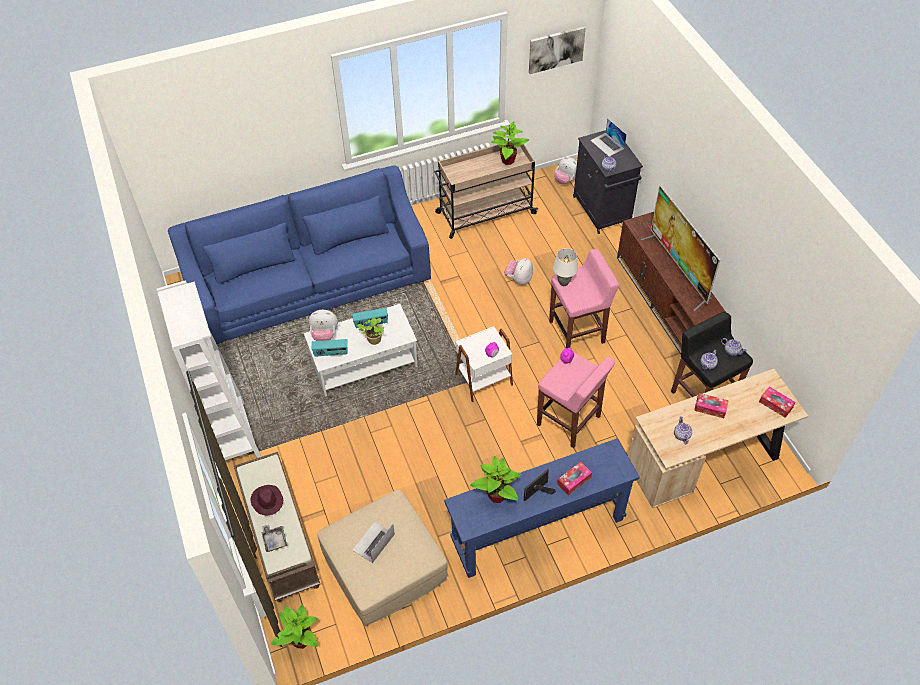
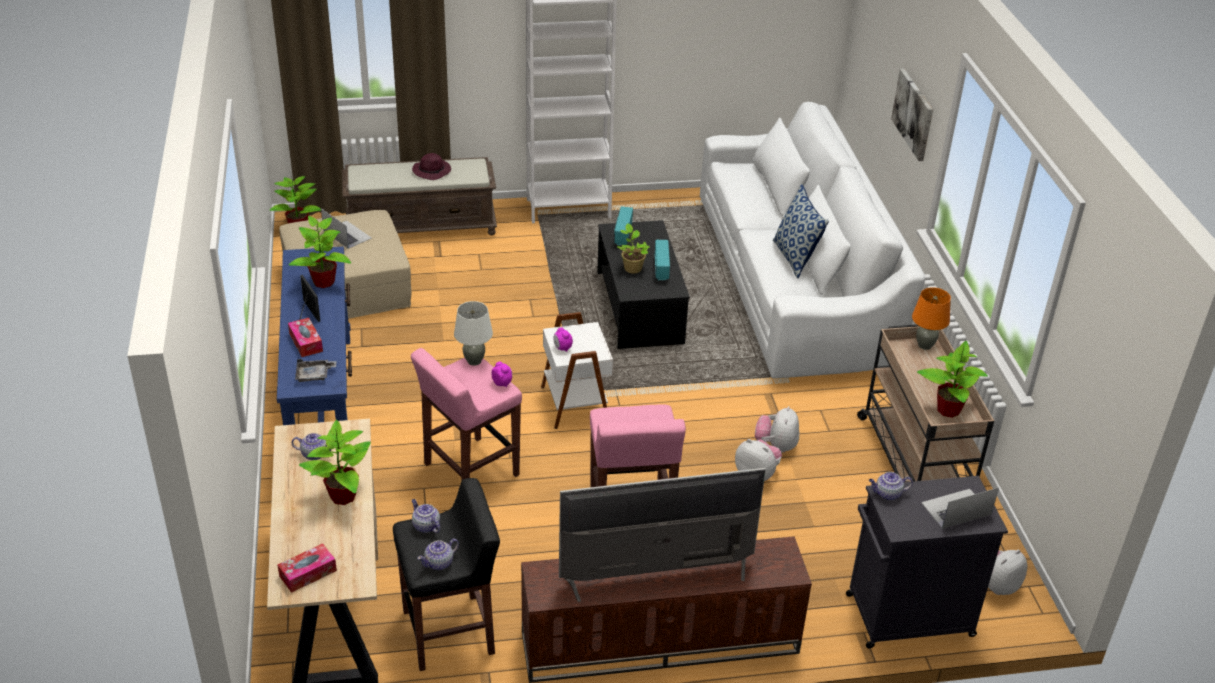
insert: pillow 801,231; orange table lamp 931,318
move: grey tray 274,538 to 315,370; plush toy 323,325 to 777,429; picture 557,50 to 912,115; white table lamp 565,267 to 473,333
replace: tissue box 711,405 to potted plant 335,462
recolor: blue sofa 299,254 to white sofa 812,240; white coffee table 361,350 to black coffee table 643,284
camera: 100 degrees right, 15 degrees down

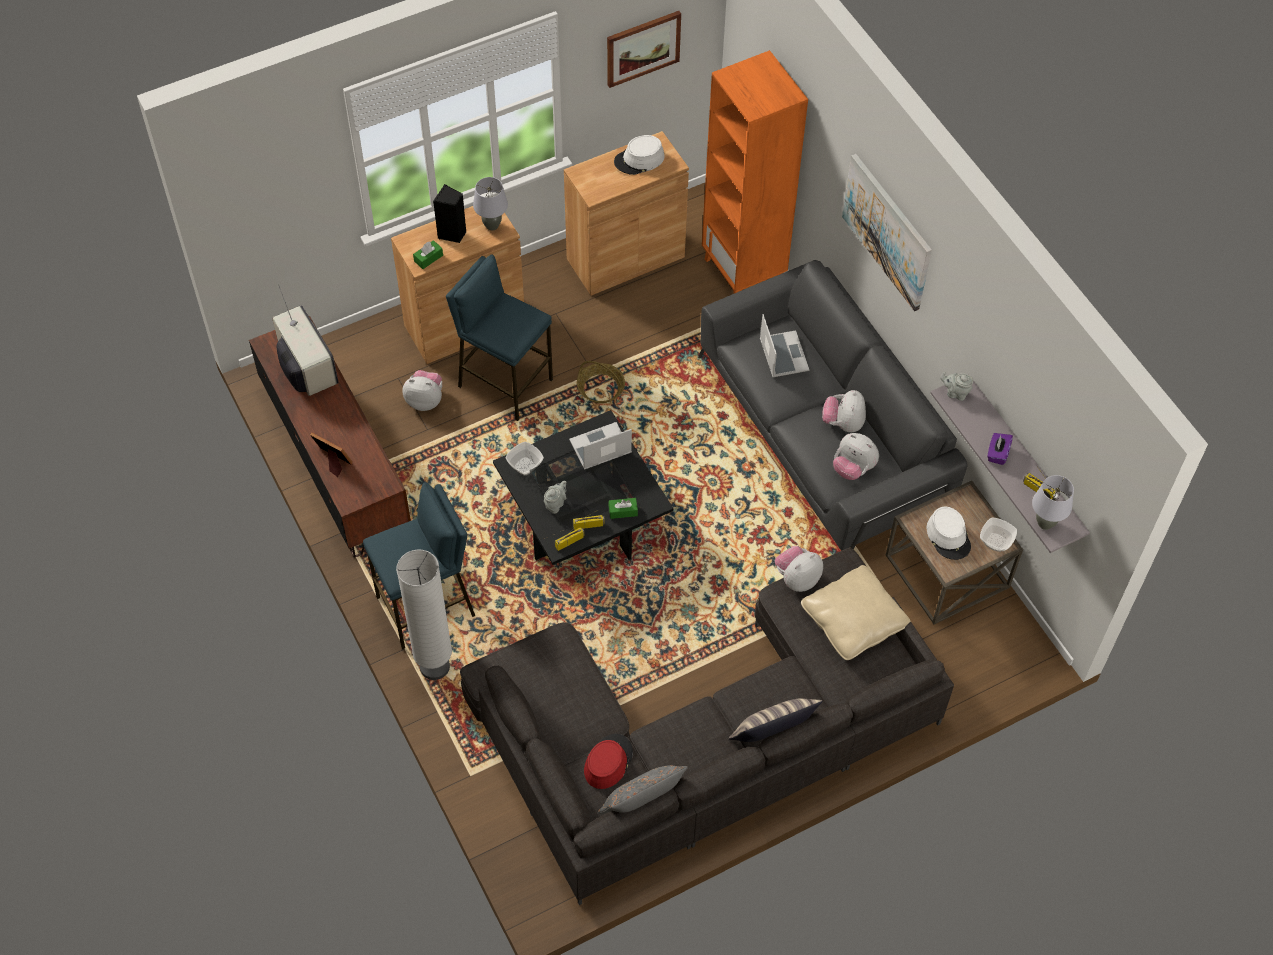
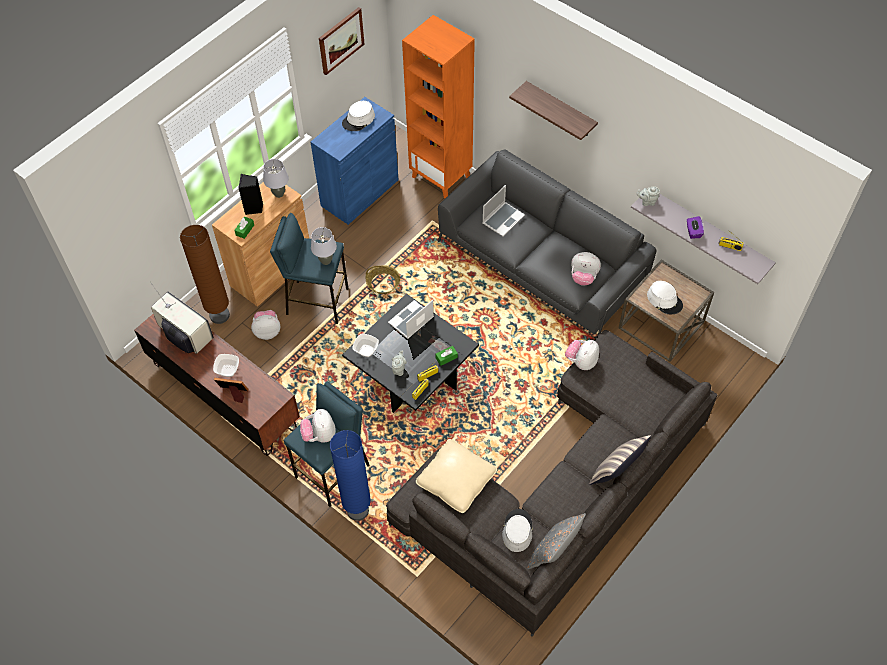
insert: brown floor lamp 205,274
move: beige pillow 855,612 to 456,476; plush toy 844,411 to 318,426; bowl 998,534 to 226,365; grey table lamp 1053,502 to 324,246
replace: picture 887,232 to shelf 553,110
recolor: white floor lamp 424,615 to blue floor lamp 350,475; brown cabinet 626,213 to blue cabinet 355,161; red hat 608,761 to grey hat 517,530
rotate: laptop 784,345 = 504,210 75 degrees clockwise
camera: 20 degrees left, 0 degrees up

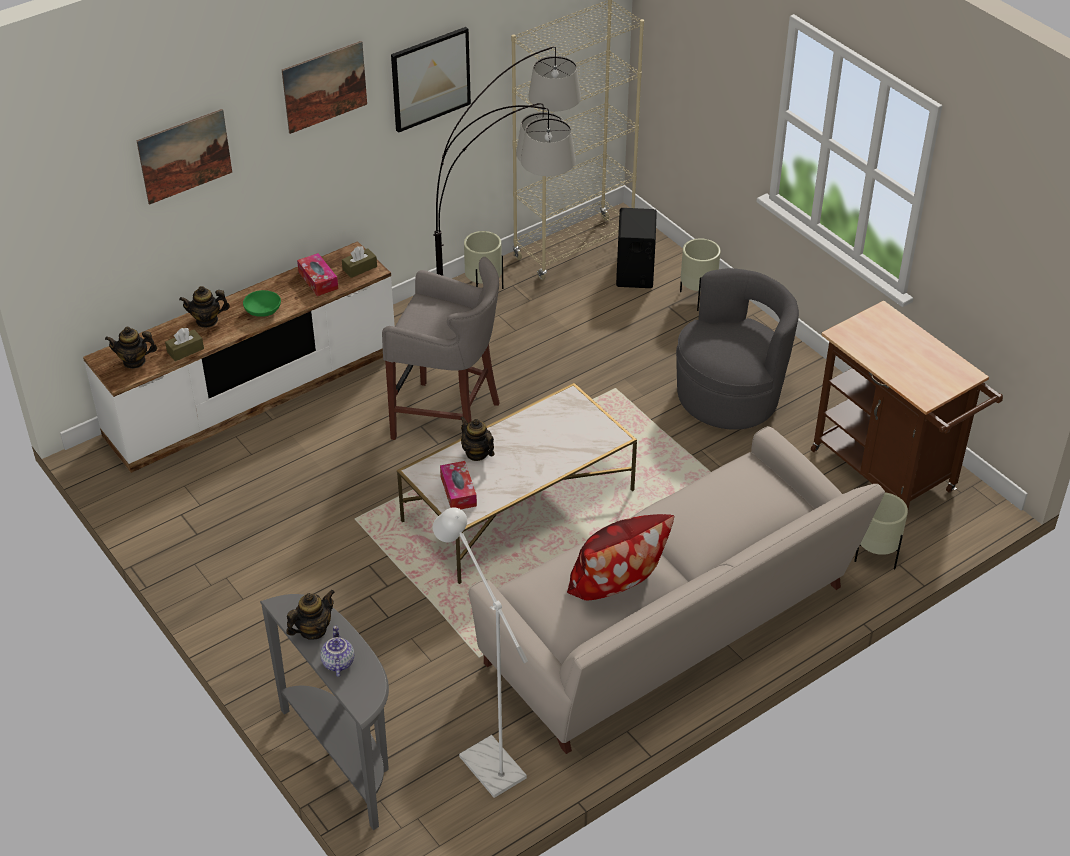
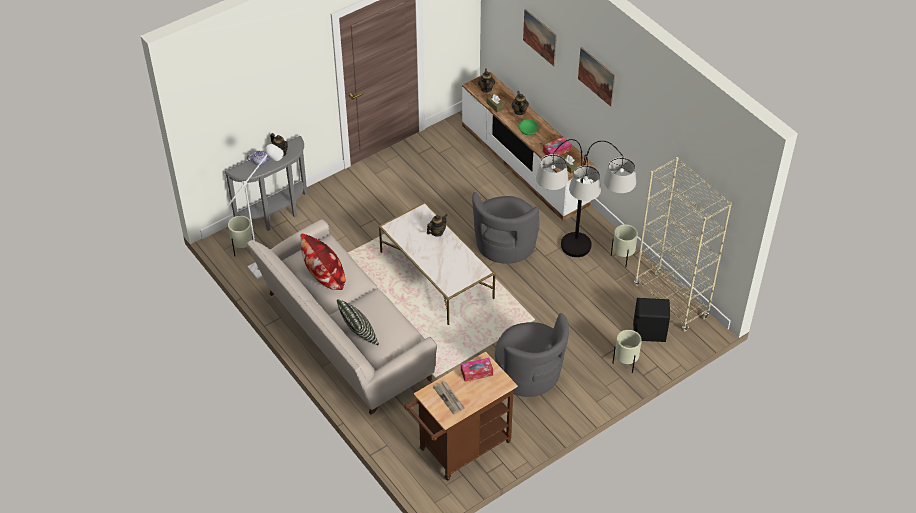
delete: picture 431,80
insert: pillow 358,322; newspaper 449,398
move: tissue box 458,485 to 477,370; beige planter 881,531 to 240,236
replace: grey stool 441,348 to grey armchair 506,228
camera: 90 degrees right, 5 degrees up

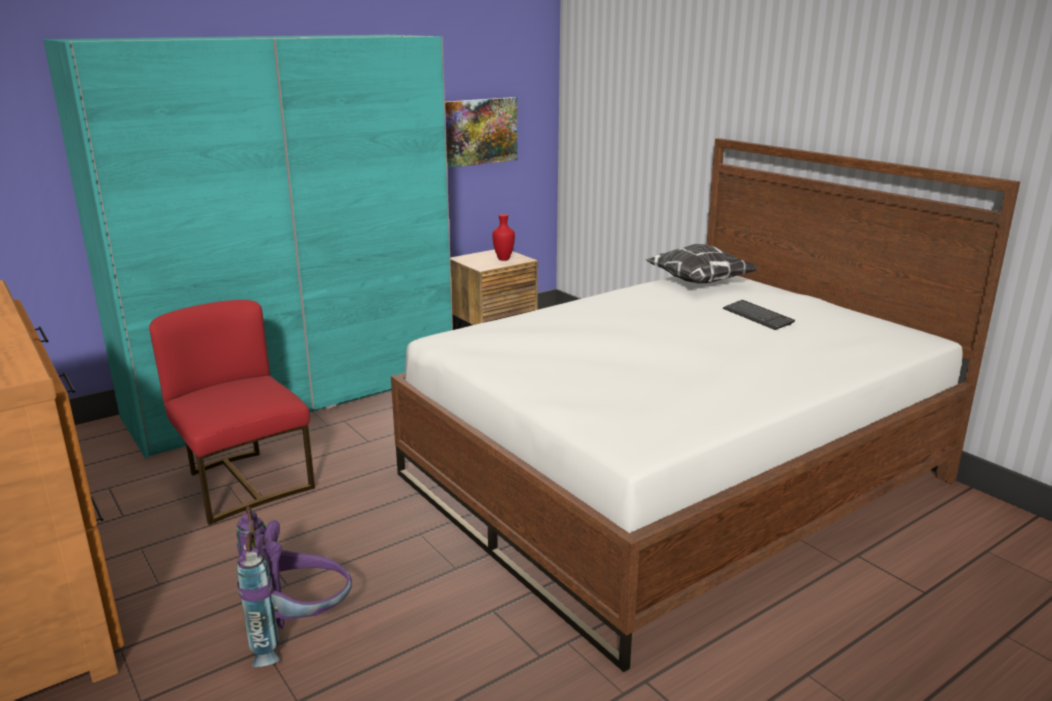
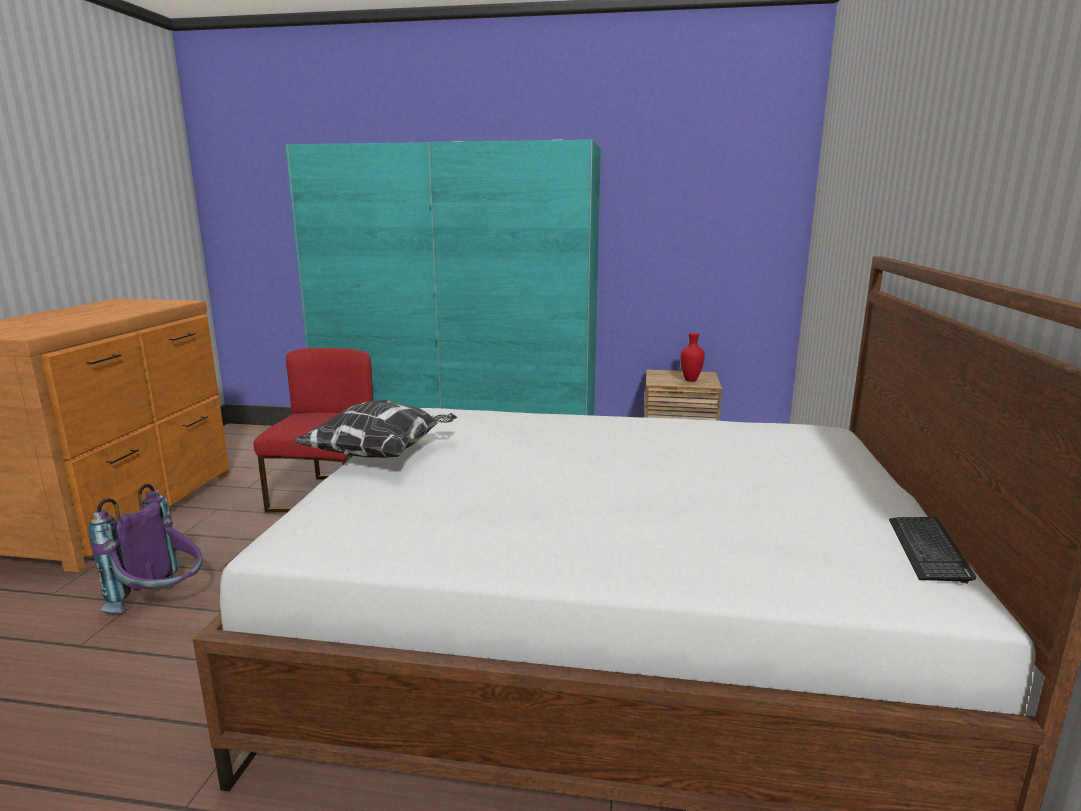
delete: picture 481,132
move: pillow 701,263 to 374,429; keyboard 759,315 to 932,550
camera: 45 degrees right, 5 degrees down

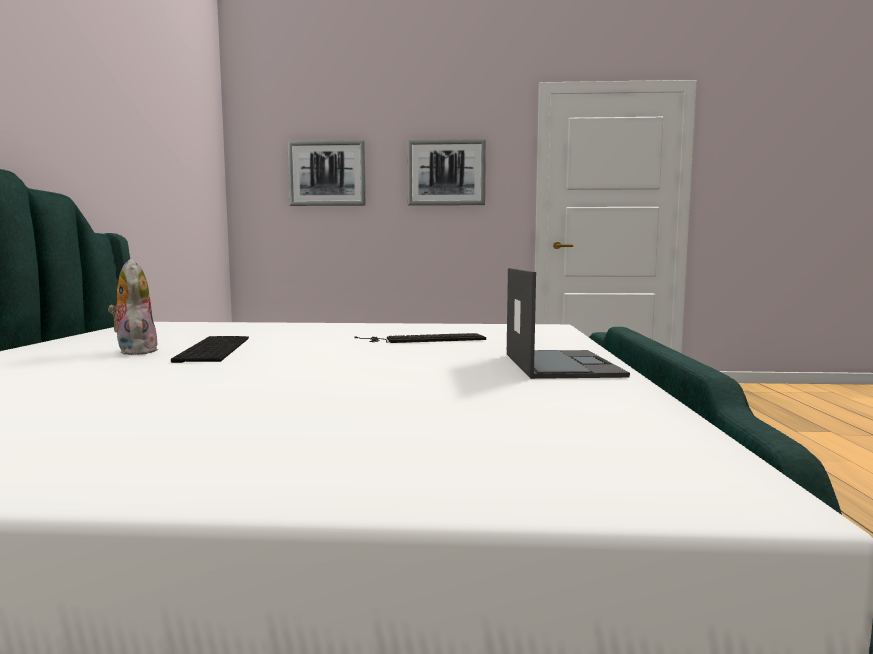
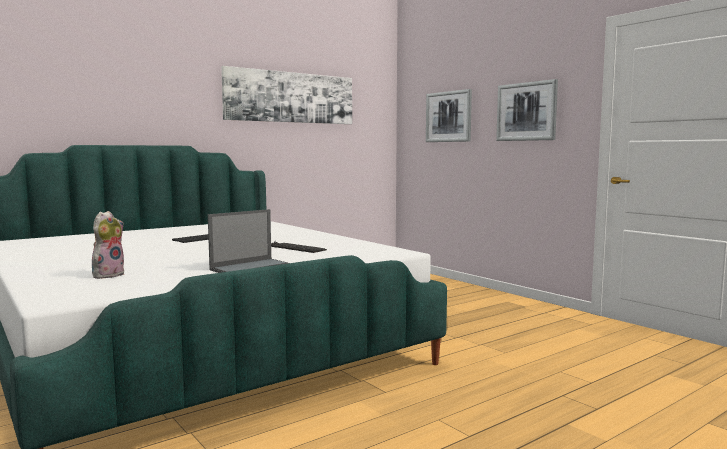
insert: picture 286,95
move: plush toy 133,307 to 108,245
camera: 50 degrees right, 0 degrees up

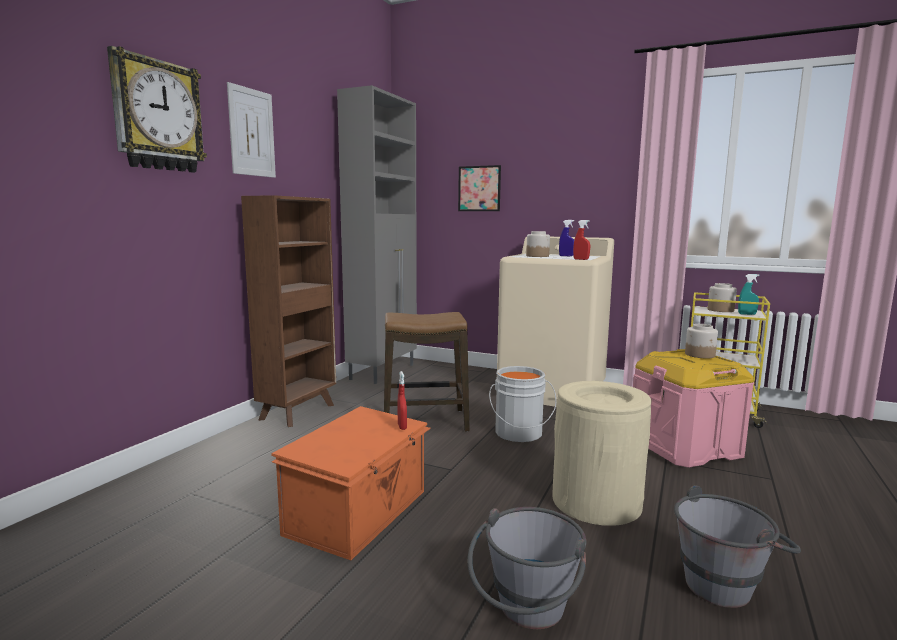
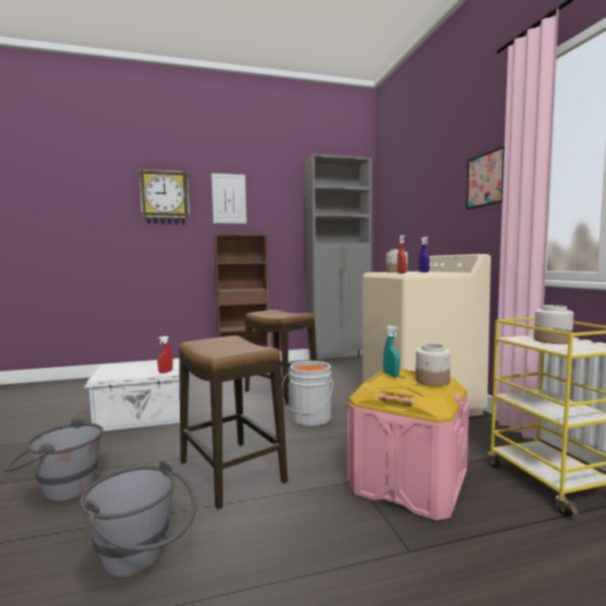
move: picture 479,188 to 485,177; turquoise spray bottle 748,294 to 391,351
replace: beige trash can 602,453 to stool 233,422
recolor: orange storage box 351,483 to white storage box 132,395
camera: 50 degrees right, 5 degrees down

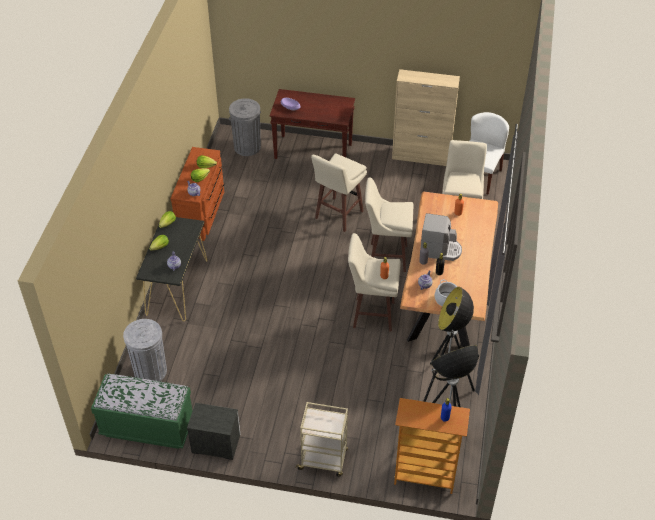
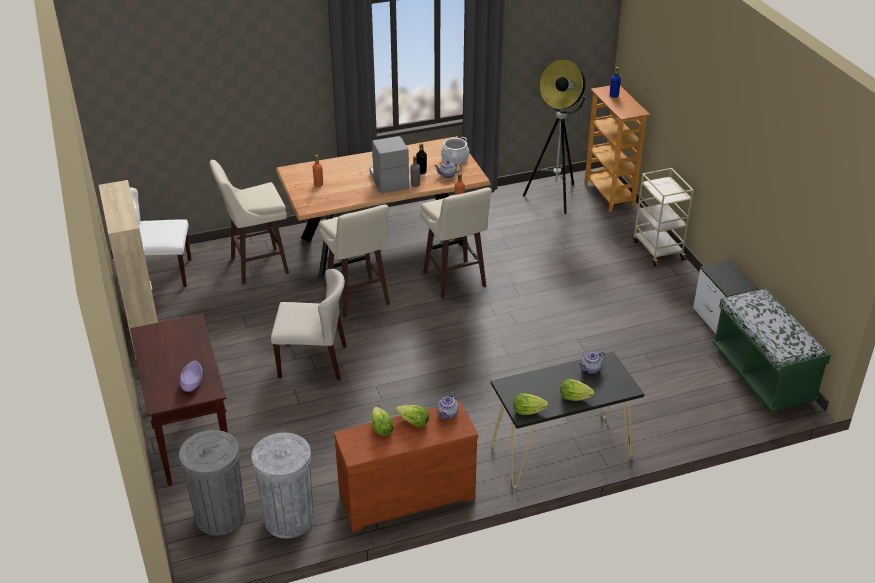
delete: floor lamp 449,344
move: grey trash can 145,350 to 282,485
replace: beige stool 339,192 to beige chair 309,324
camera: 120 degrees left, 10 degrees down

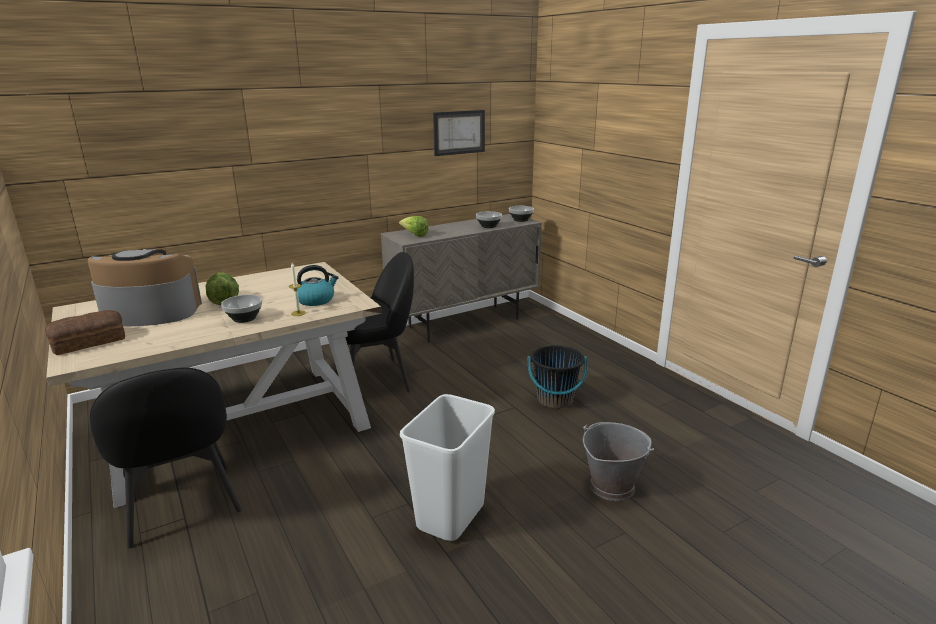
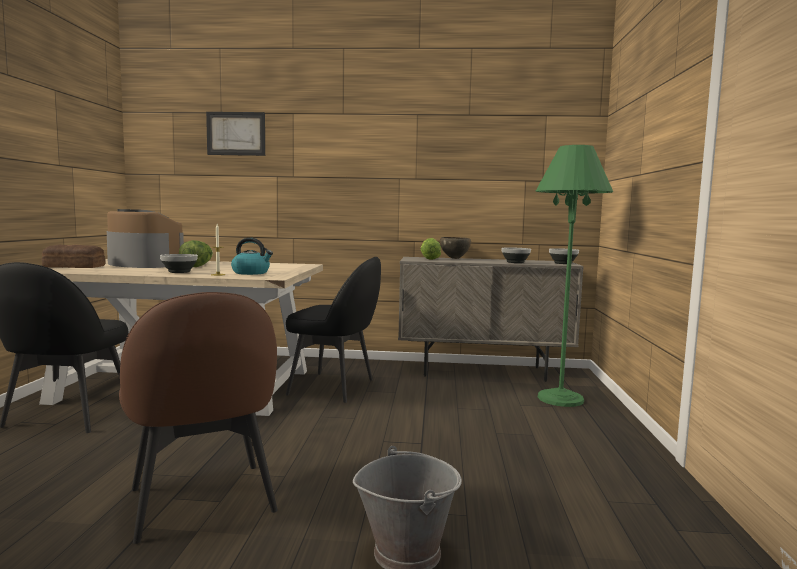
delete: black bucket 557,376
insert: brown bowl 455,248; green floor lamp 574,276
move: picture 459,133 to 235,134
replace: white trash can 447,467 to brown chair 198,418
camera: 35 degrees right, 15 degrees down

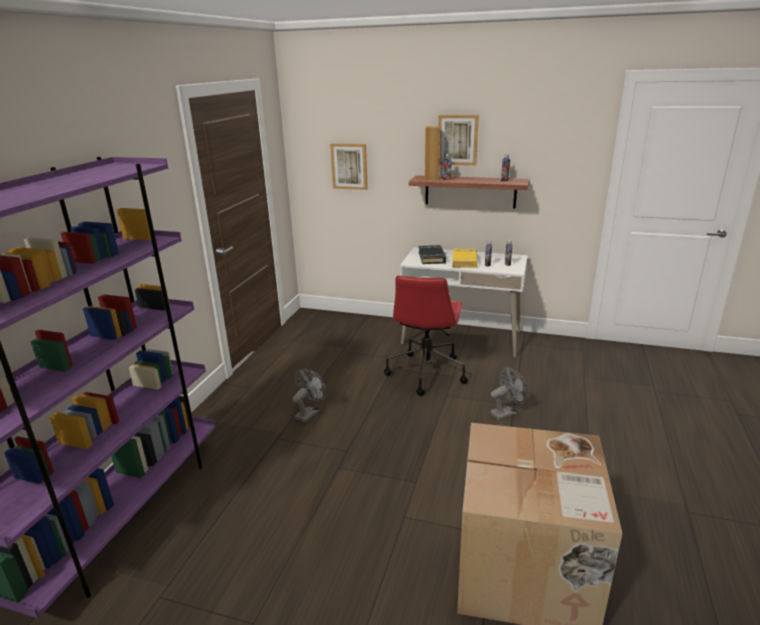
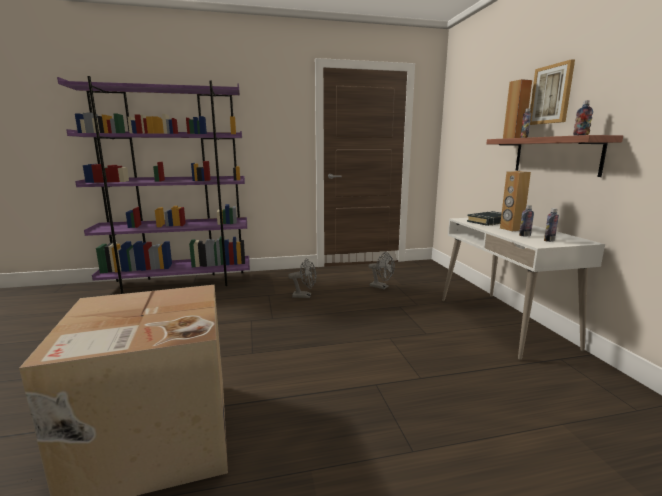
delete: picture 349,166; red office chair 426,335
move: grey fan 508,393 to 382,270
replace: yellow book 465,258 to brown speaker 515,201
camera: 60 degrees right, 10 degrees down

